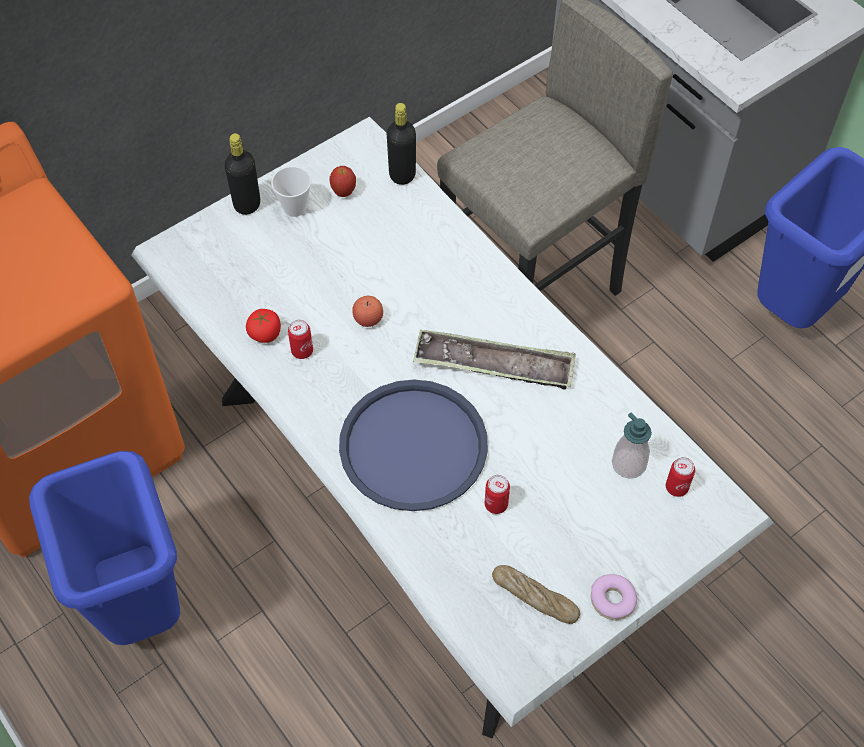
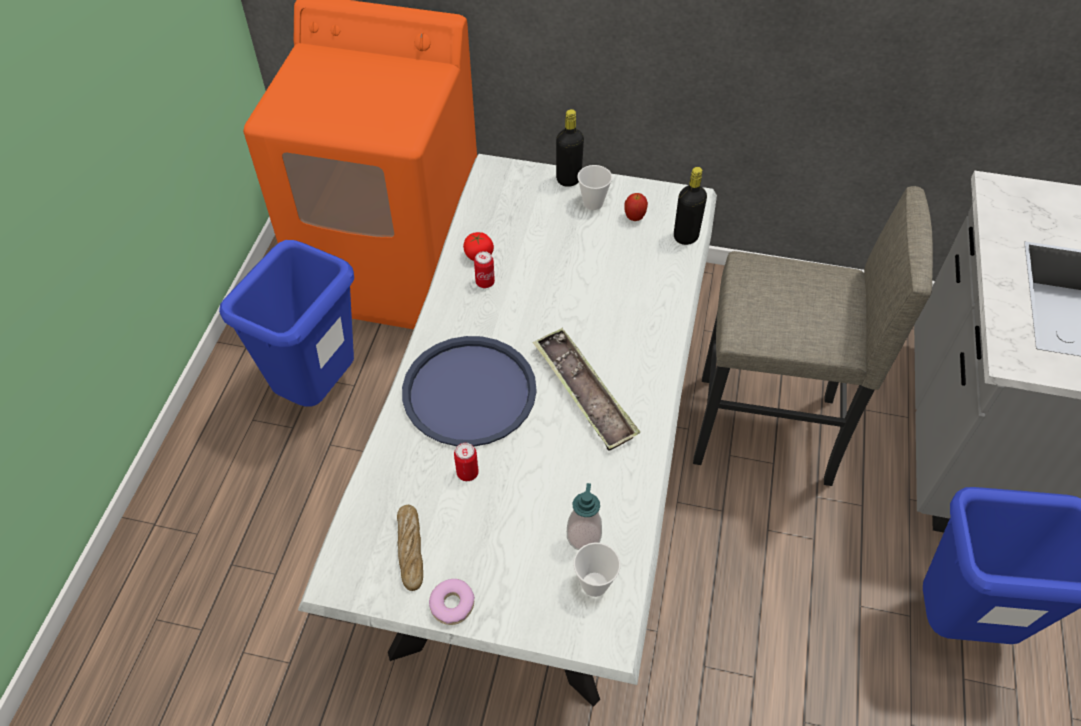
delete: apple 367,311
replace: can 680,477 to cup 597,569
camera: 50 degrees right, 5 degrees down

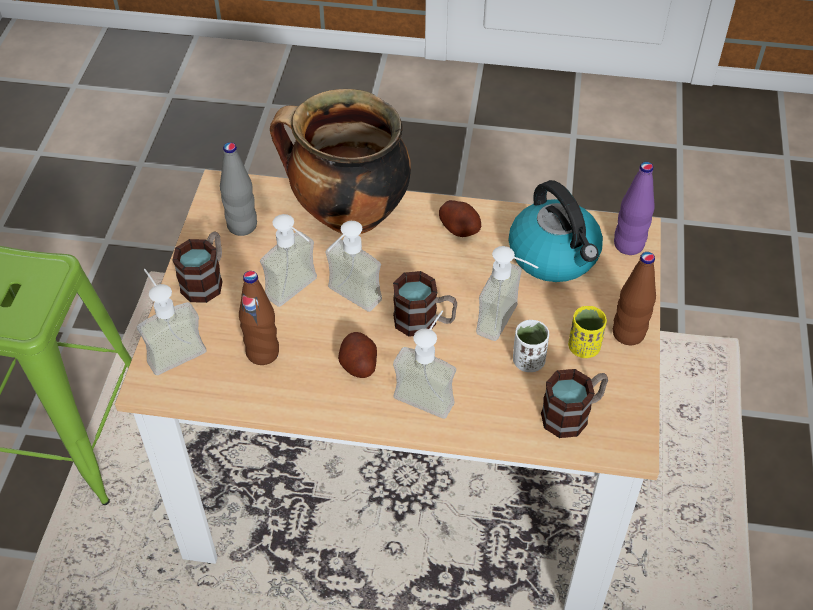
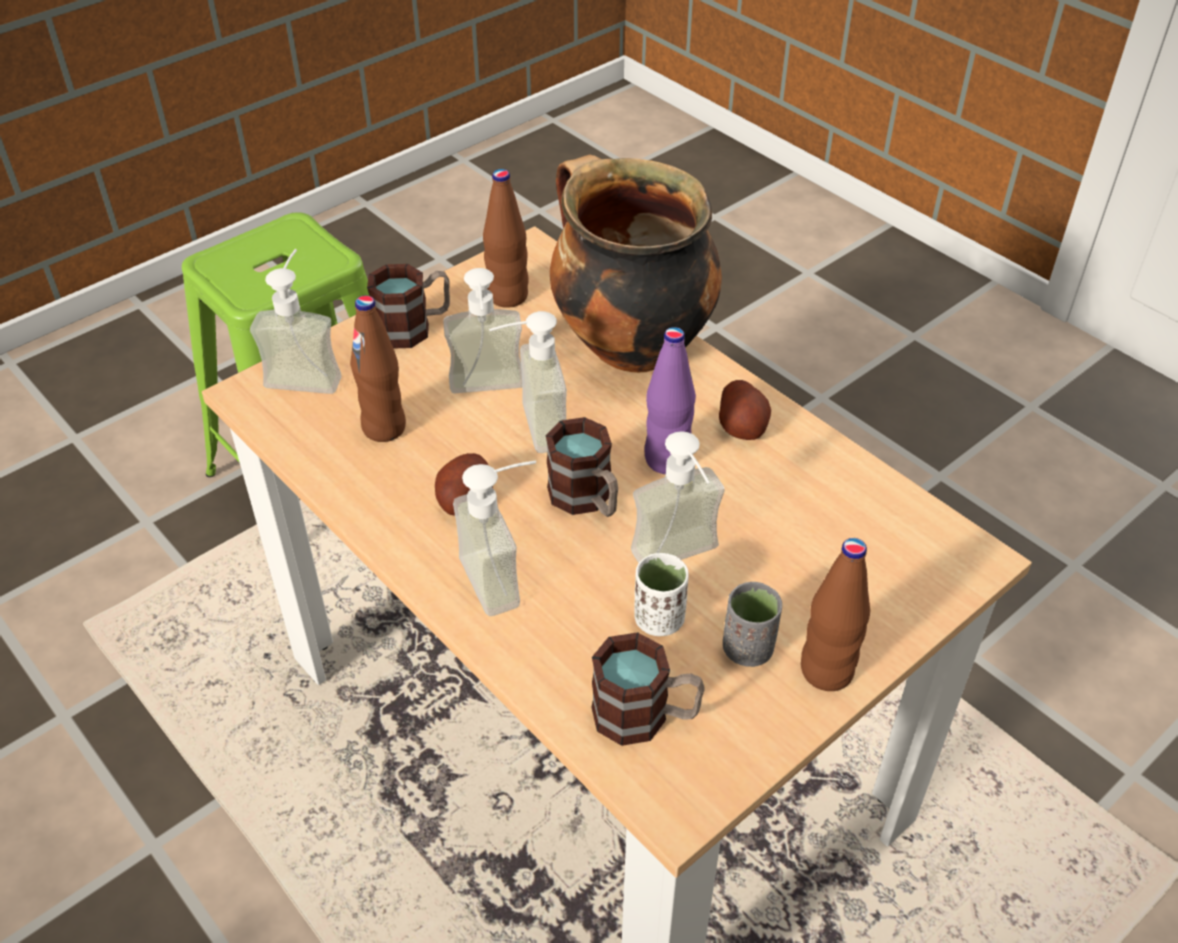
delete: kettle 556,231
move: purple bottle 634,208 to 670,400
recolor: grey bottle 238,189 to brown bottle 506,238; yellow cup 587,332 to grey cup 752,624
camera: 40 degrees right, 5 degrees down

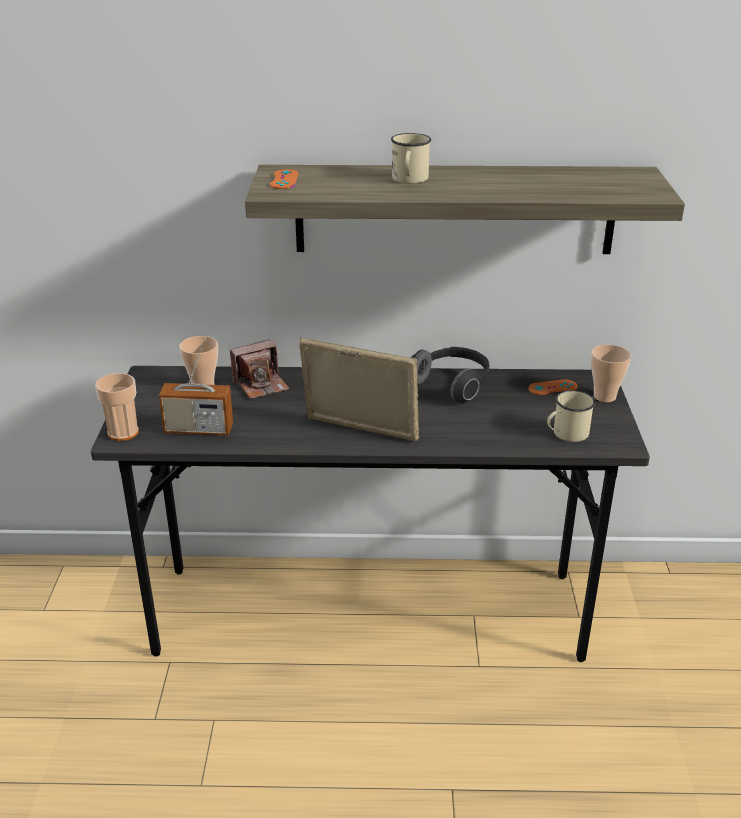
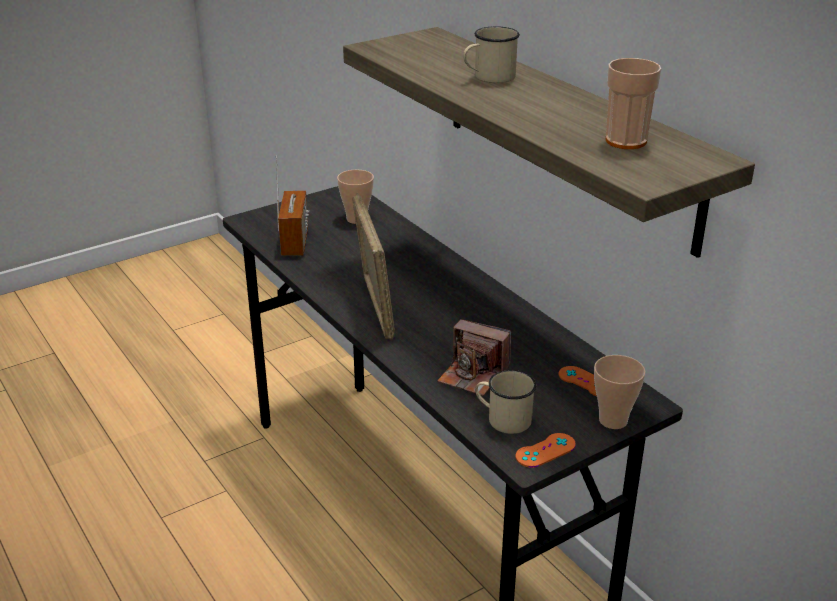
delete: headphones 450,375
move: cup 117,407 to 633,103; photo camera 259,369 to 474,357; orange game controller 284,179 to 545,450
rotate: radio 196,386 = 292,206 150 degrees counterclockwise
camera: 55 degrees right, 0 degrees up

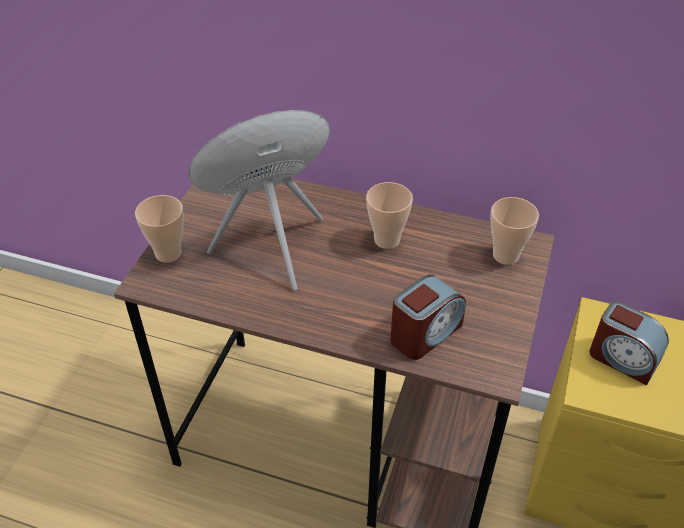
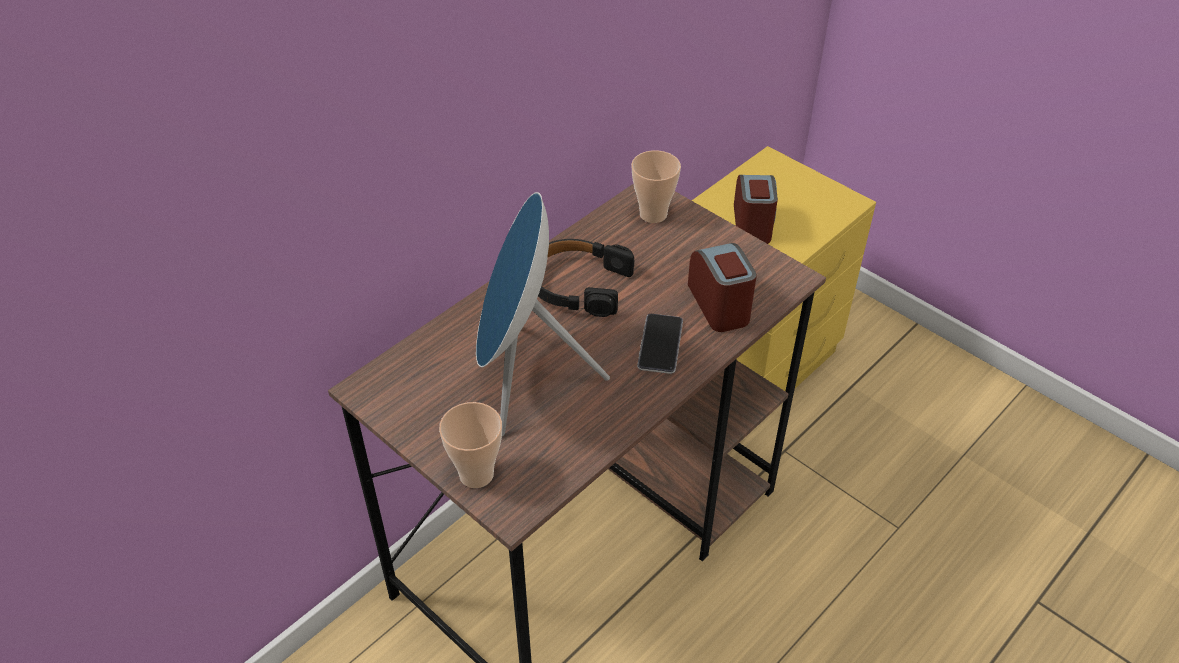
insert: phone 660,344
replace: cup 389,215 to black headphones 586,278
rotate: alarm clock 629,343 = 756,209 60 degrees counterclockwise
camera: 65 degrees left, 0 degrees up

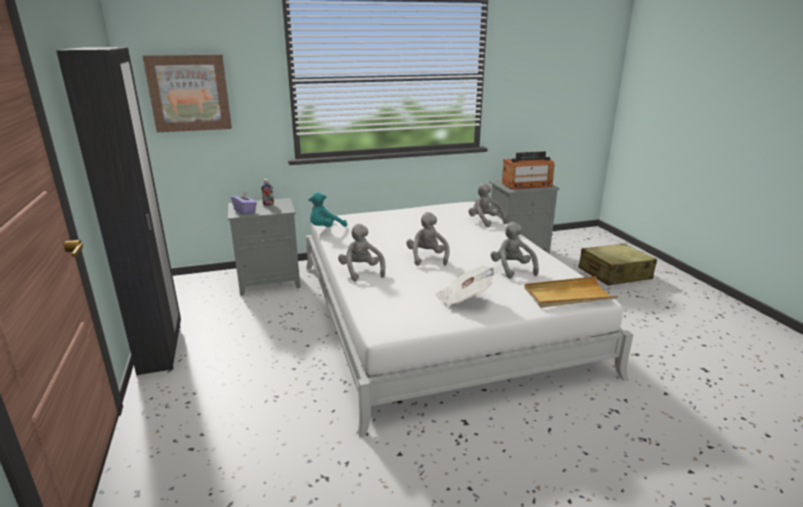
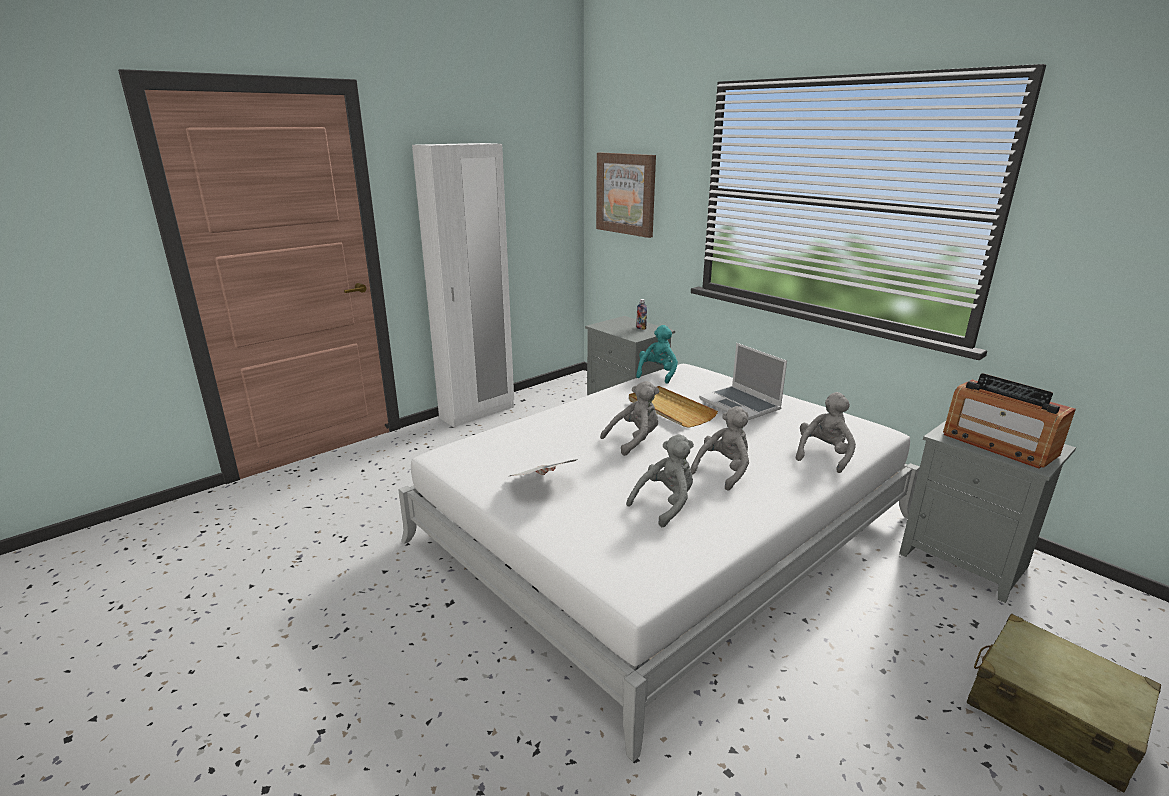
delete: purple tissue box 244,202
insert: laptop 743,381
move: grey plush toy 361,252 to 719,448; beige tray 571,292 to 673,407
recolor: black wardrobe 118,211 to white wardrobe 463,285
rotate: turquoise plush toy 328,209 = 657,354 90 degrees clockwise
camera: 65 degrees right, 0 degrees up

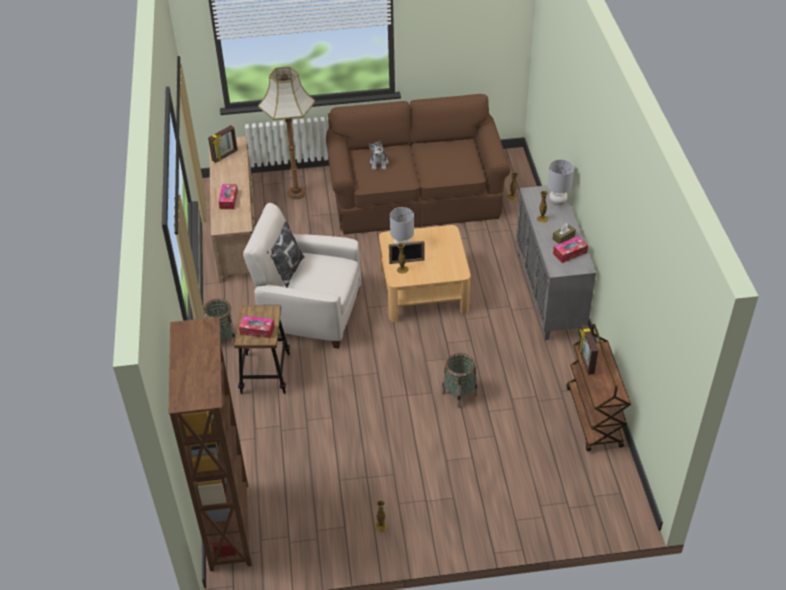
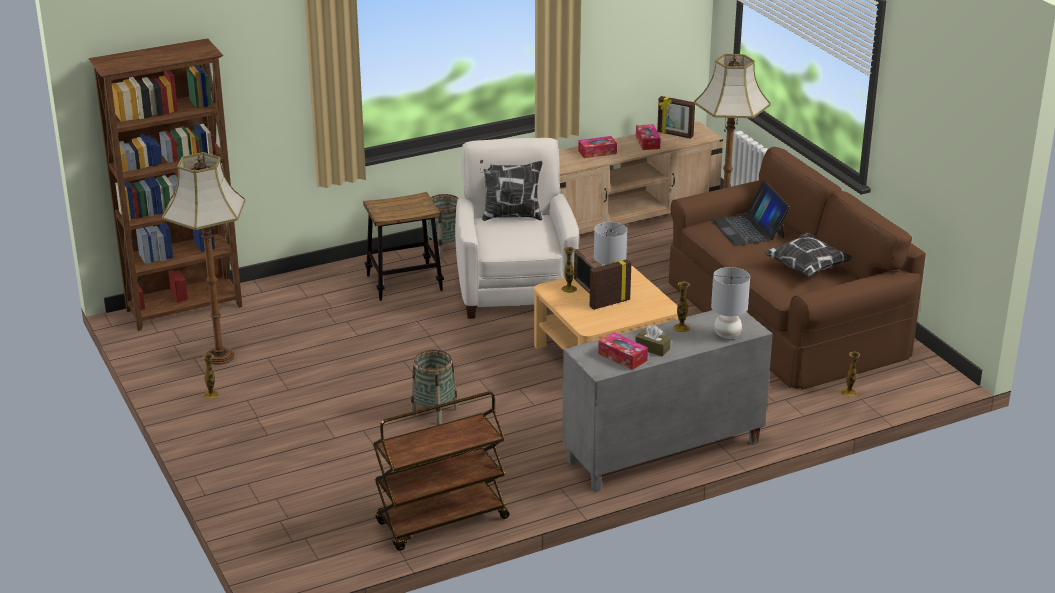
insert: floor lamp 203,258; pillow 807,254
move: tissue box 257,327 to 648,137; picture frame 588,350 to 610,284
replace: plush toy 378,155 to laptop 750,213
camera: 70 degrees right, 15 degrees down

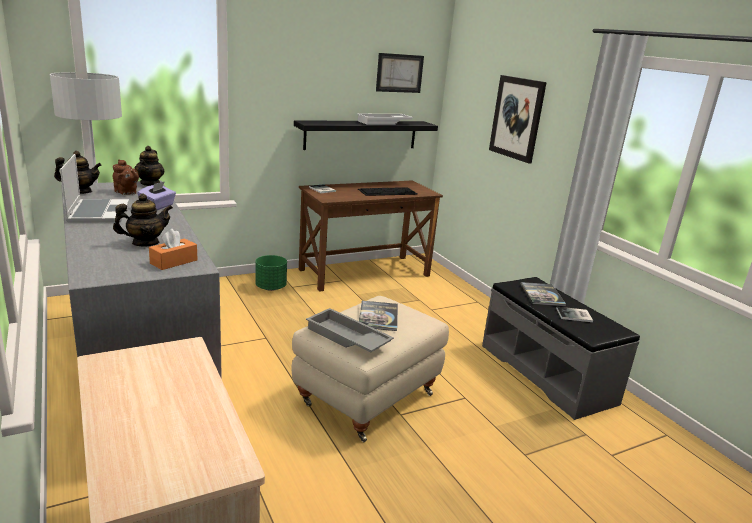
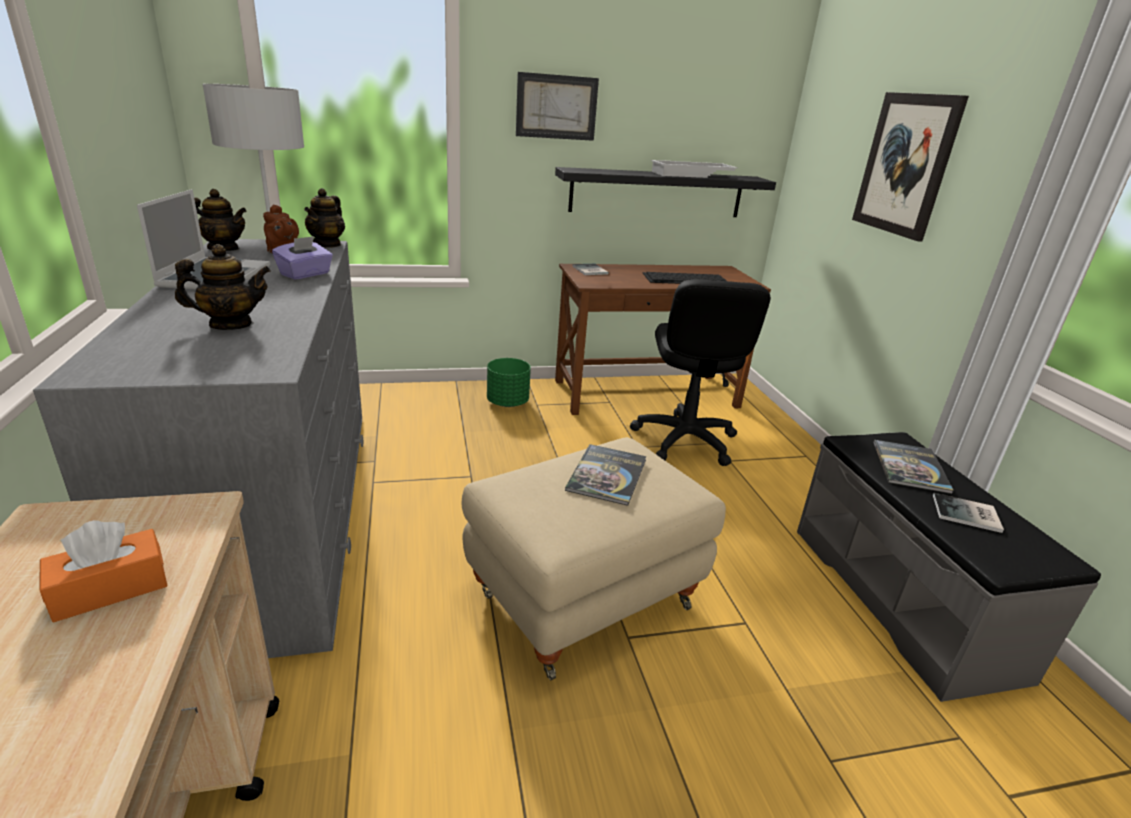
delete: grey tray 350,330
insert: black office chair 700,372
move: orange tissue box 173,249 to 103,571; picture 400,73 to 557,106
camera: 15 degrees right, 5 degrees up

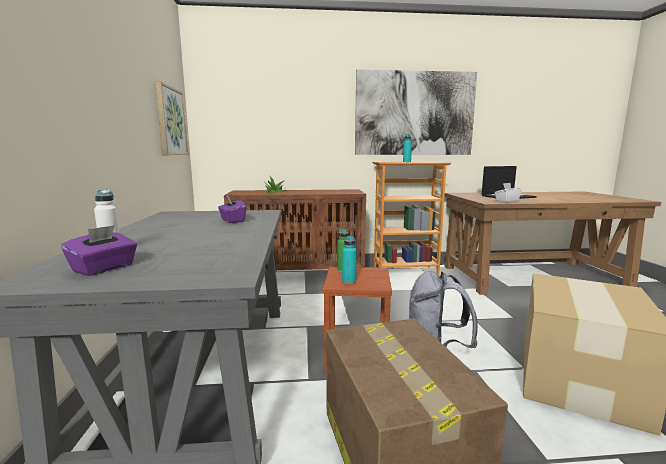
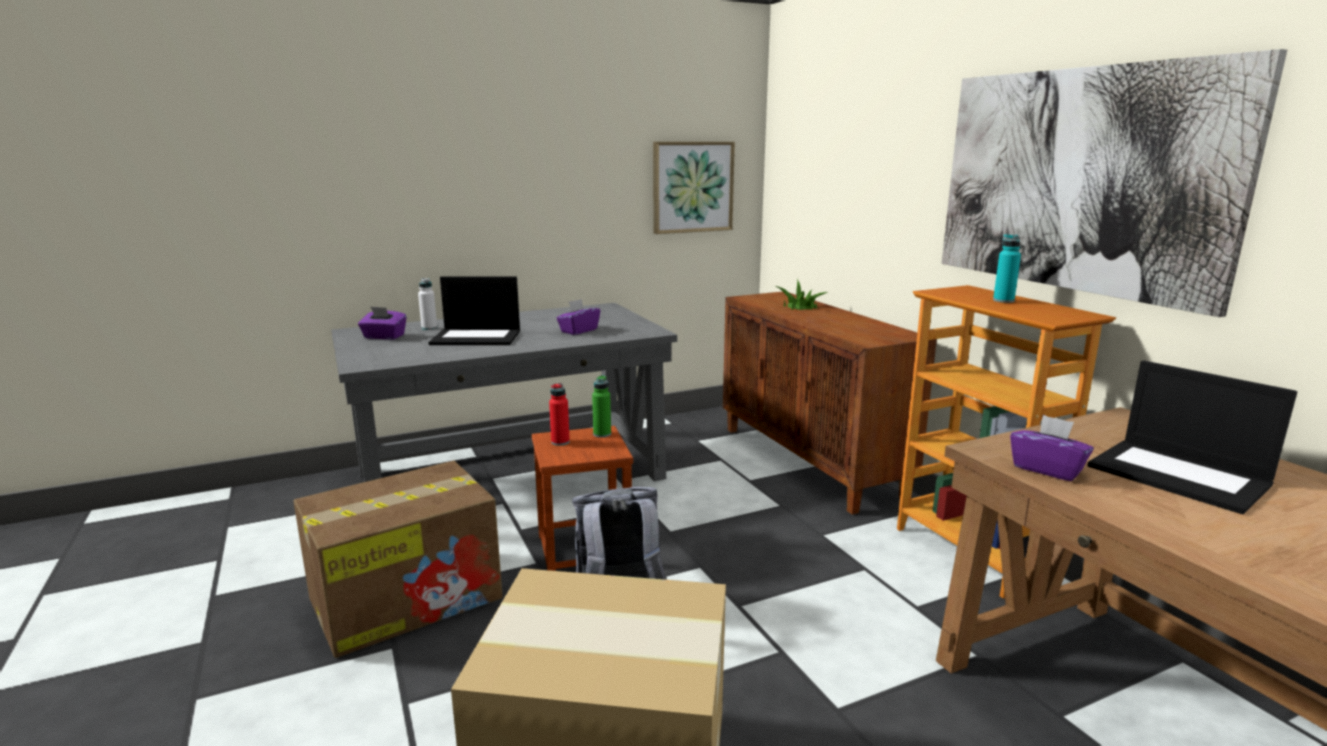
insert: laptop 474,310
recolor: turquoise bottle 349,260 to red bottle 559,414; white tissue box 508,192 to purple tissue box 1052,448
camera: 70 degrees right, 5 degrees up

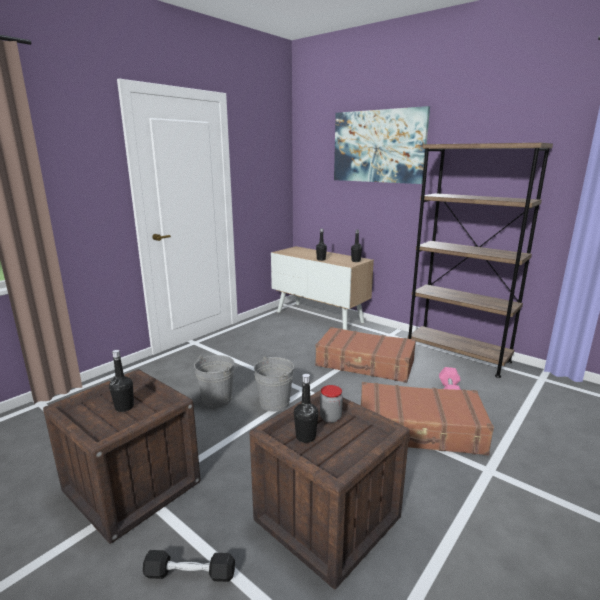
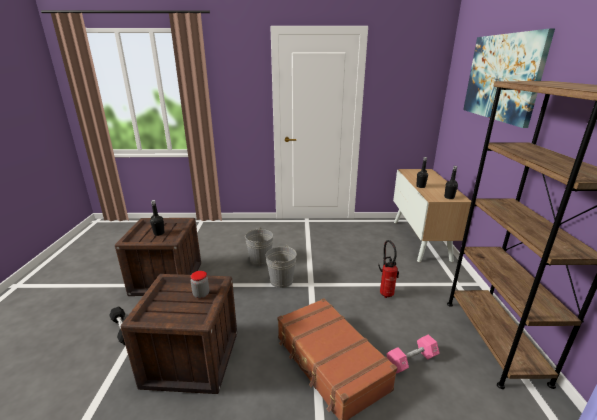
delete: black bottle 306,408
replace: brown suitcase 365,355 to fire extinguisher 388,269
camera: 50 degrees right, 5 degrees up

